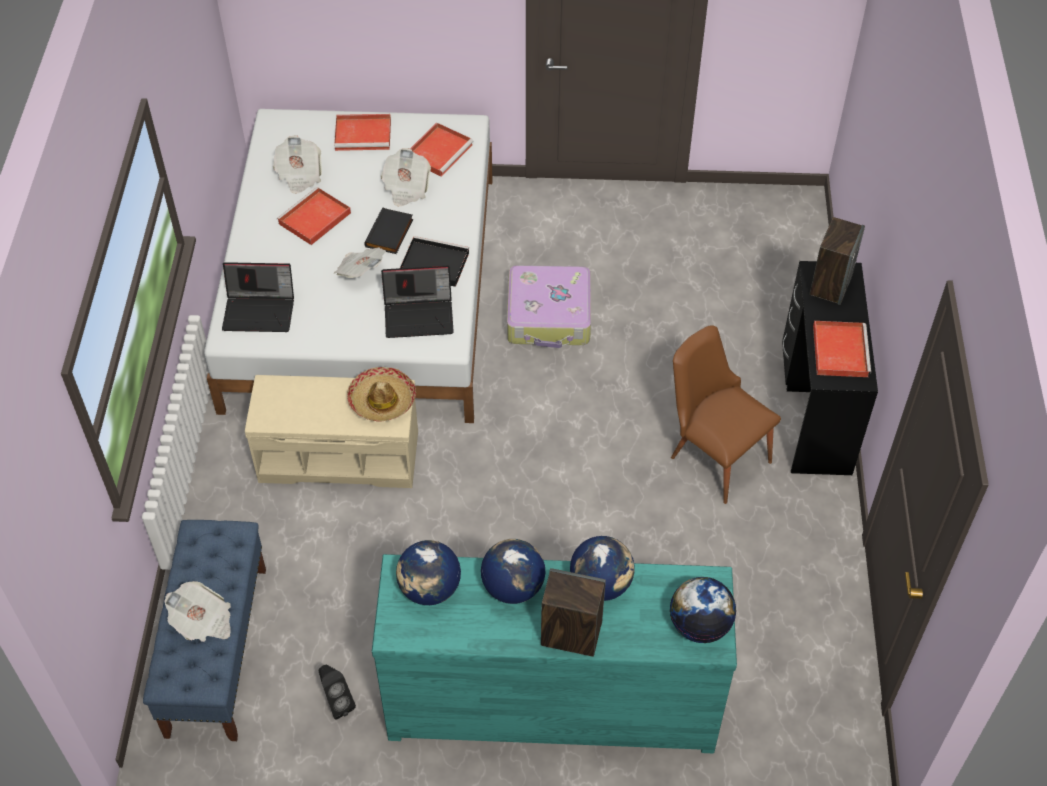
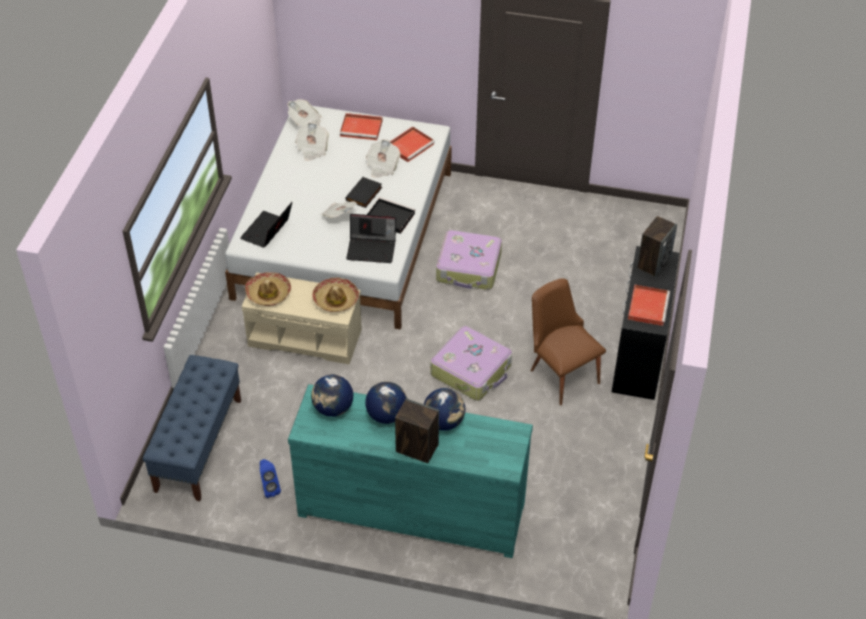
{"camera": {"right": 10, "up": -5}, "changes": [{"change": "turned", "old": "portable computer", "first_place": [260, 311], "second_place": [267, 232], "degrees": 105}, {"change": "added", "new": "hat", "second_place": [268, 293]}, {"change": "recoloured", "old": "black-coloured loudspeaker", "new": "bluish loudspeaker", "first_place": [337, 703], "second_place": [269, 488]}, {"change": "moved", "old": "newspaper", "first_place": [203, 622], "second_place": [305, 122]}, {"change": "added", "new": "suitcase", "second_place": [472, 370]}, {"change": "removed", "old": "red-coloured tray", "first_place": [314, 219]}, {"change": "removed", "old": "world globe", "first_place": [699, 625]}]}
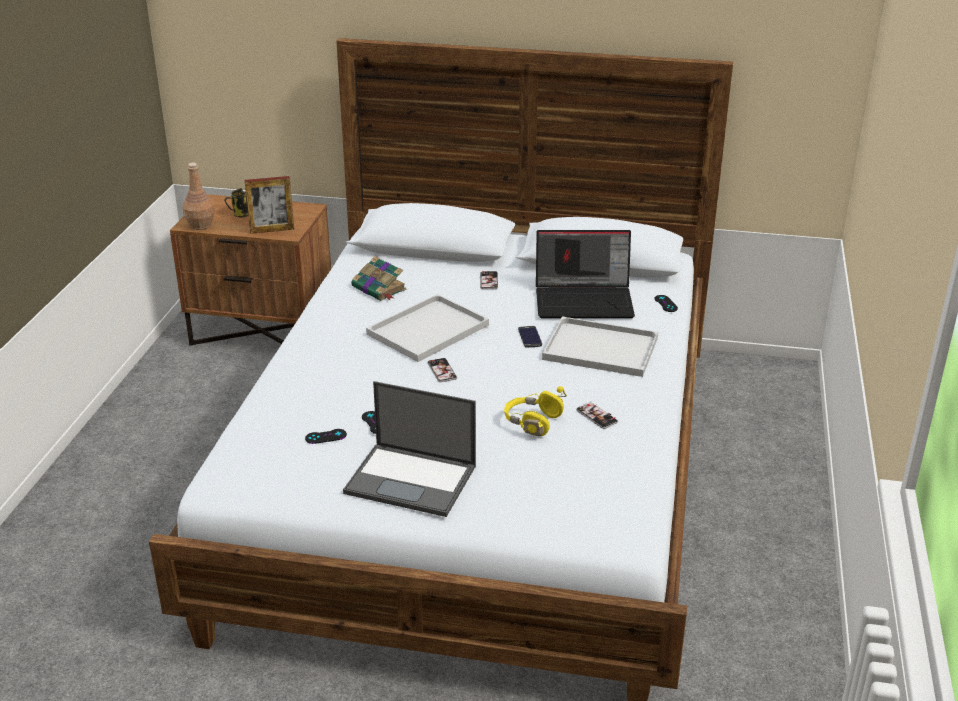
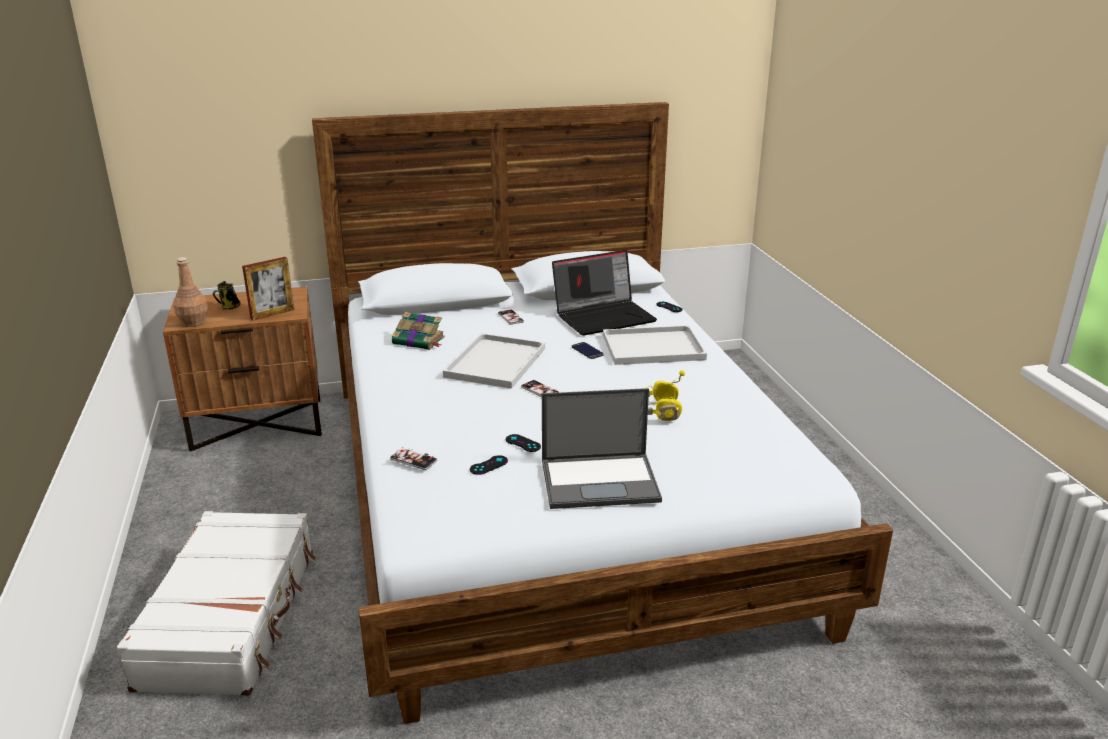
{"camera": {"right": -25, "up": -5}, "changes": [{"change": "added", "new": "white suitcase", "second_place": [232, 617]}, {"change": "moved", "old": "handset", "first_place": [596, 416], "second_place": [413, 460]}]}
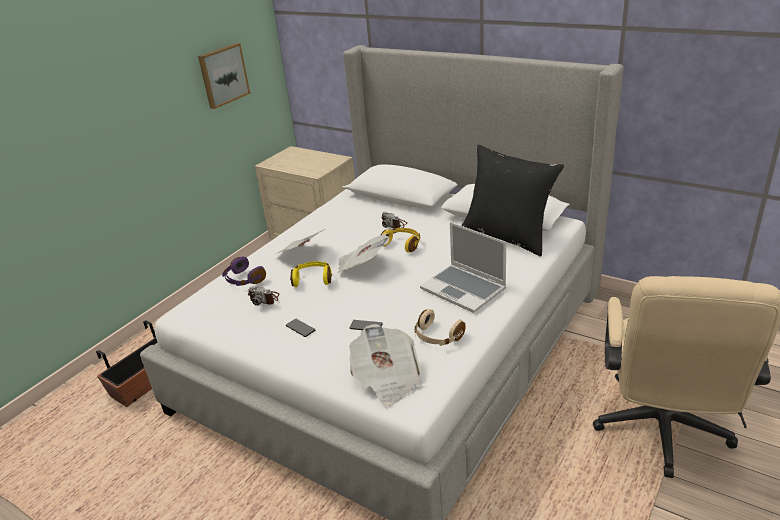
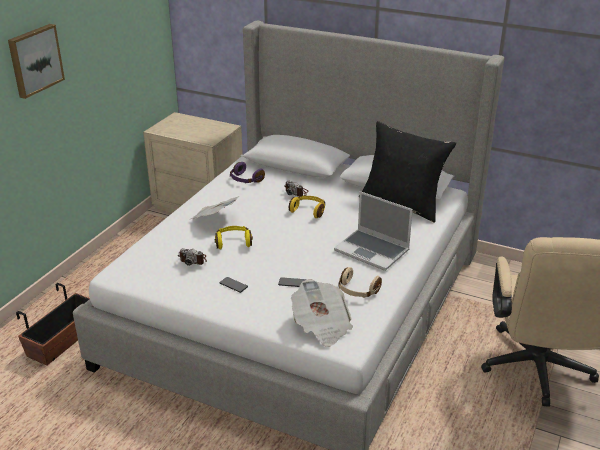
{"camera": {"right": -10, "up": 0}, "changes": [{"change": "moved", "old": "wall picture", "first_place": [223, 75], "second_place": [34, 60]}, {"change": "moved", "old": "purplish headphones", "first_place": [243, 280], "second_place": [245, 180]}, {"change": "removed", "old": "newspaper", "first_place": [362, 266]}]}
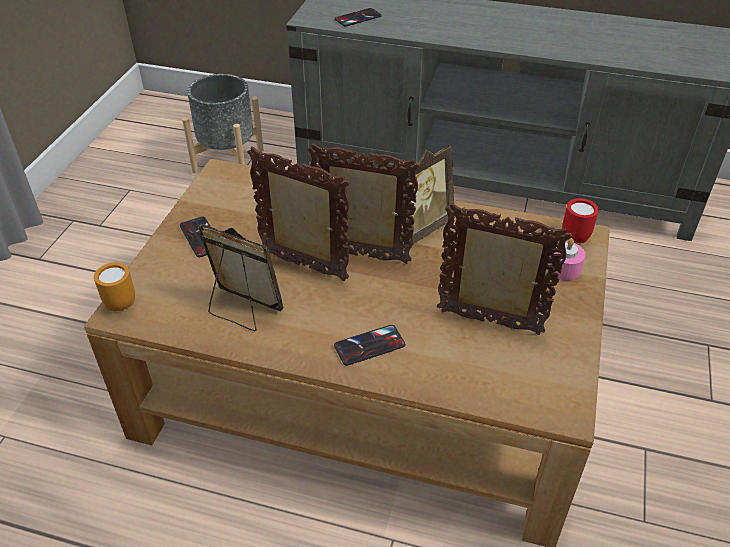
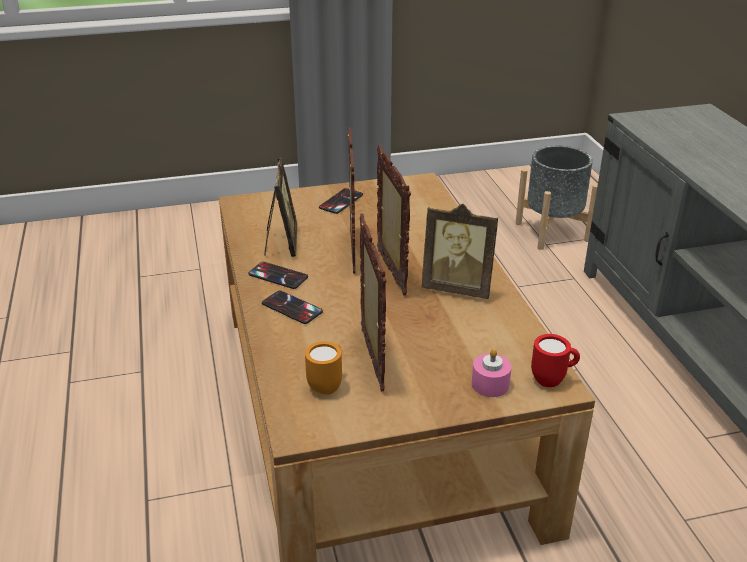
{"camera": {"right": 60, "up": -10}, "changes": [{"change": "moved", "old": "handset", "first_place": [358, 18], "second_place": [278, 276]}, {"change": "moved", "old": "orangey coffee mug", "first_place": [119, 301], "second_place": [327, 385]}]}
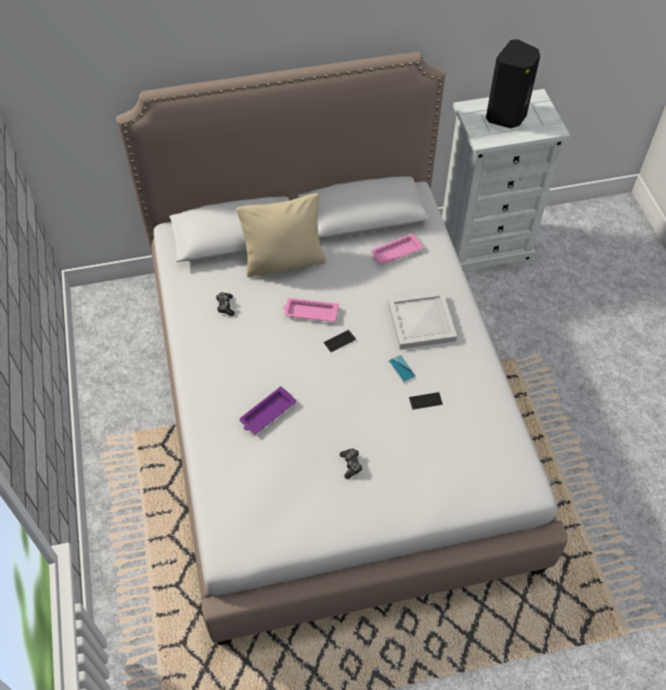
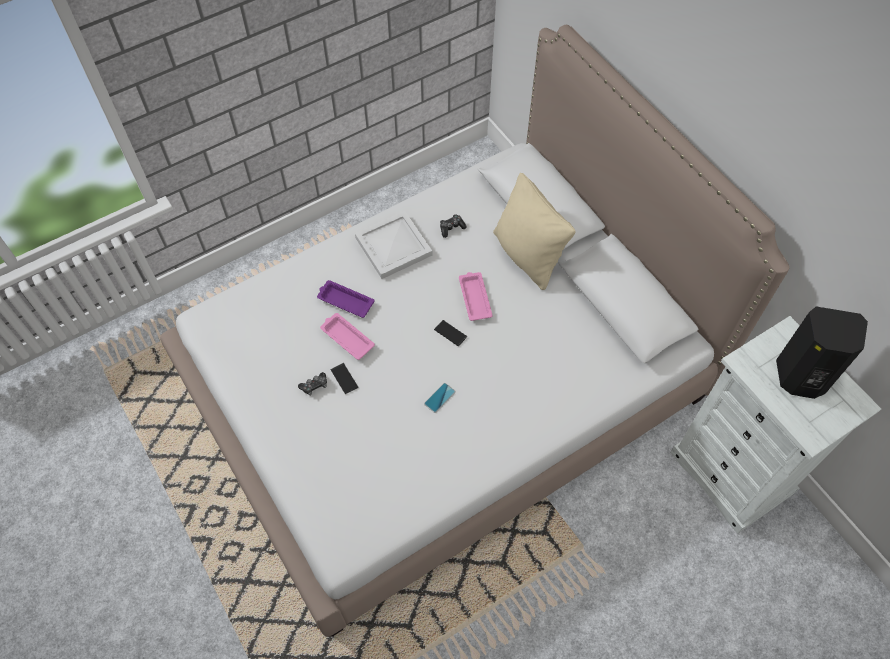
{"camera": {"right": 70, "up": 5}, "changes": [{"change": "moved", "old": "pinkish tray", "first_place": [395, 252], "second_place": [346, 337]}, {"change": "moved", "old": "handset", "first_place": [425, 401], "second_place": [344, 378]}, {"change": "moved", "old": "white tray", "first_place": [422, 321], "second_place": [395, 247]}]}
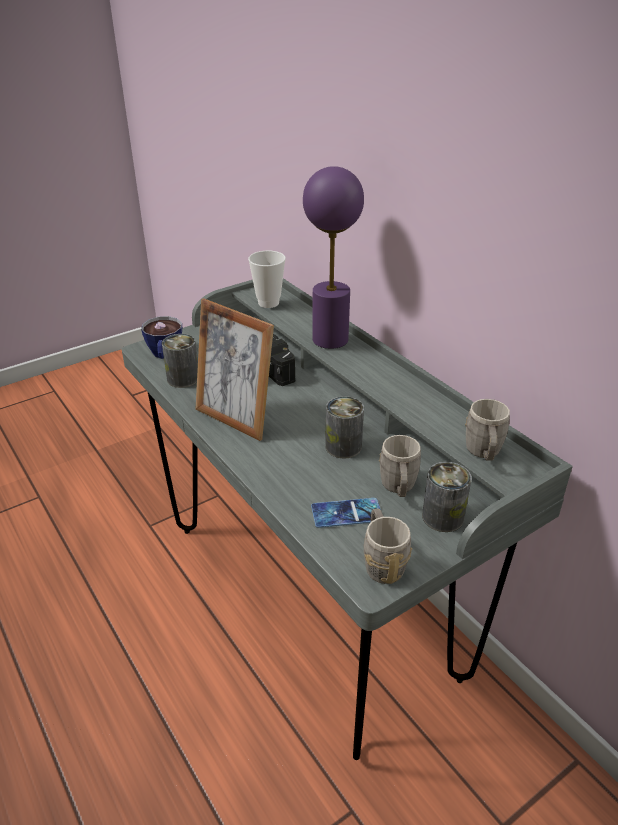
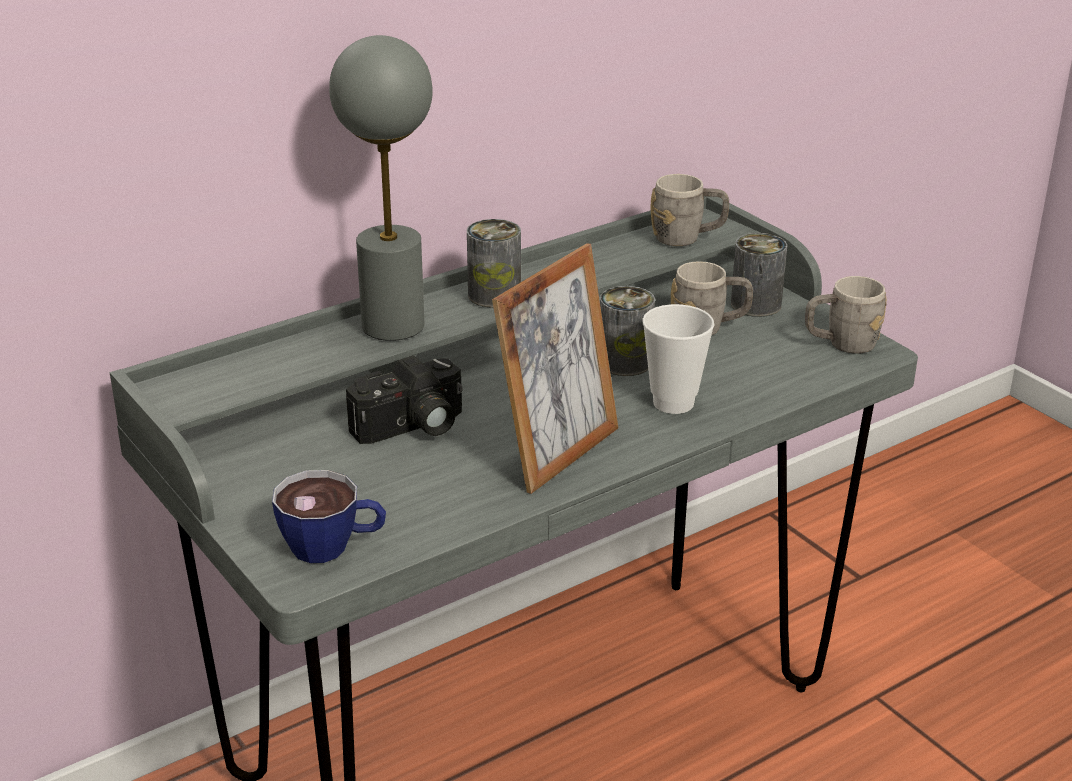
{"camera": {"right": -90, "up": -5}, "changes": [{"change": "recoloured", "old": "purplish tabletop lamp", "new": "gray tabletop lamp", "first_place": [329, 339], "second_place": [393, 326]}, {"change": "moved", "old": "sealed can", "first_place": [183, 378], "second_place": [494, 295]}, {"change": "moved", "old": "small cup", "first_place": [268, 303], "second_place": [673, 403]}, {"change": "removed", "old": "handset", "first_place": [347, 513]}]}
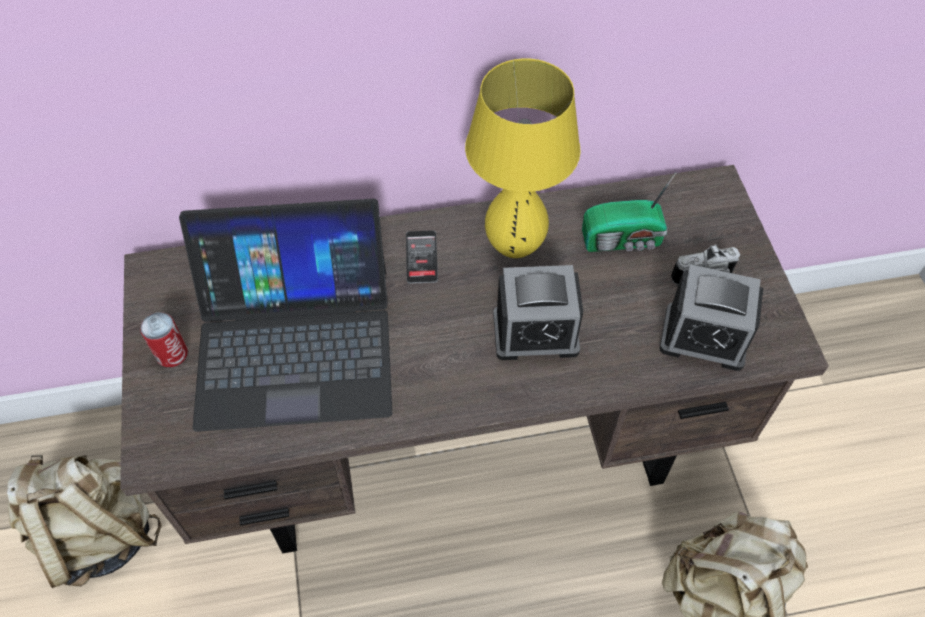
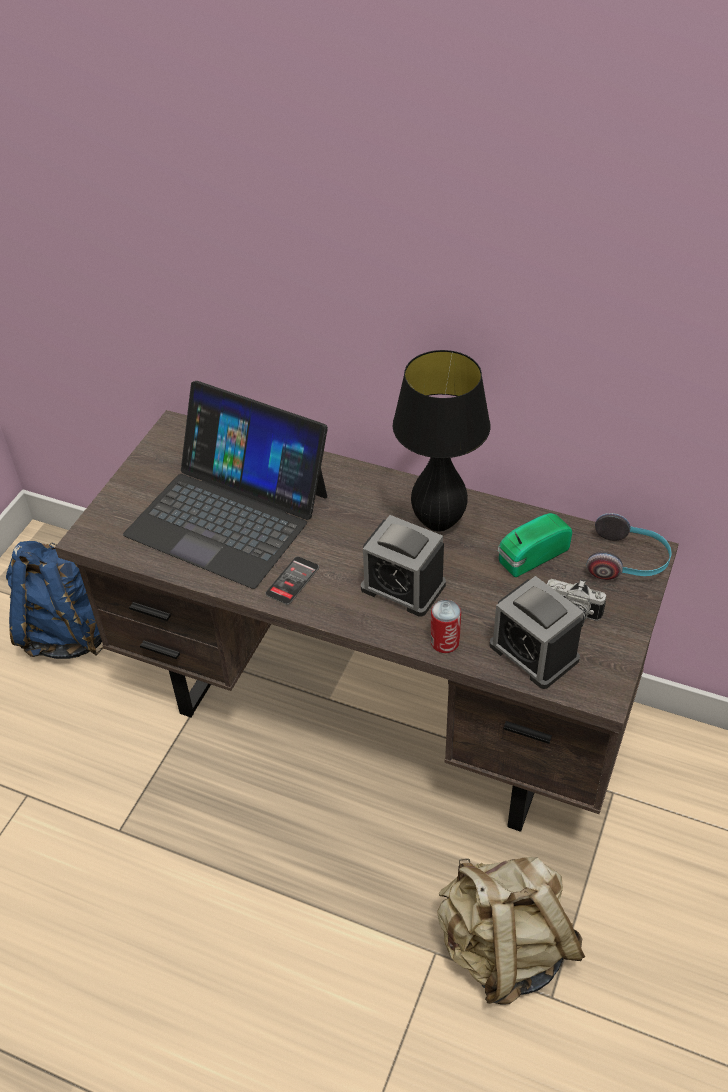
{"camera": {"right": 35, "up": -10}, "changes": [{"change": "recoloured", "old": "beige-coloured rucksack", "new": "bluish rucksack", "first_place": [99, 533], "second_place": [70, 632]}, {"change": "moved", "old": "handset", "first_place": [421, 257], "second_place": [292, 581]}, {"change": "recoloured", "old": "yellowish tabletop lamp", "new": "black-coloured tabletop lamp", "first_place": [514, 246], "second_place": [438, 522]}, {"change": "moved", "old": "sealed can", "first_place": [172, 354], "second_place": [444, 642]}, {"change": "turned", "old": "radio set", "first_place": [624, 240], "second_place": [530, 556], "degrees": 120}, {"change": "added", "new": "headphones", "second_place": [628, 562]}]}
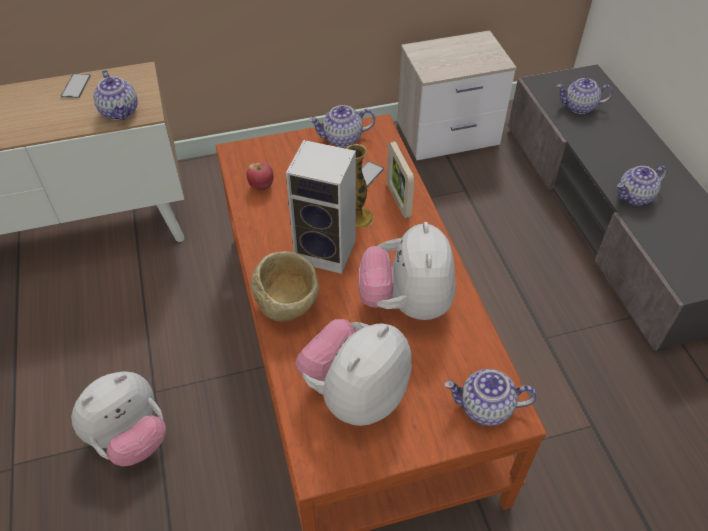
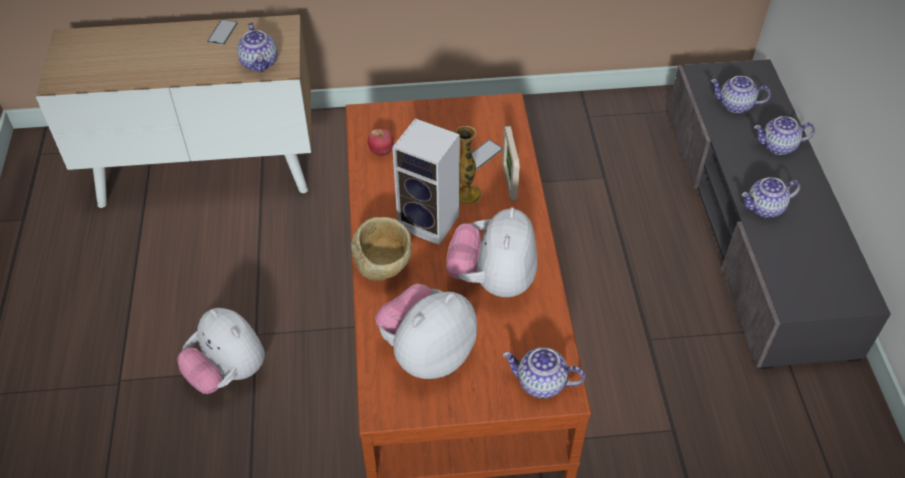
{"camera": {"right": 10, "up": 0}, "changes": [{"change": "turned", "old": "soft toy", "first_place": [130, 437], "second_place": [228, 372], "degrees": 75}, {"change": "moved", "old": "teapot", "first_place": [342, 139], "second_place": [778, 146]}, {"change": "removed", "old": "bedside table", "first_place": [449, 134]}]}
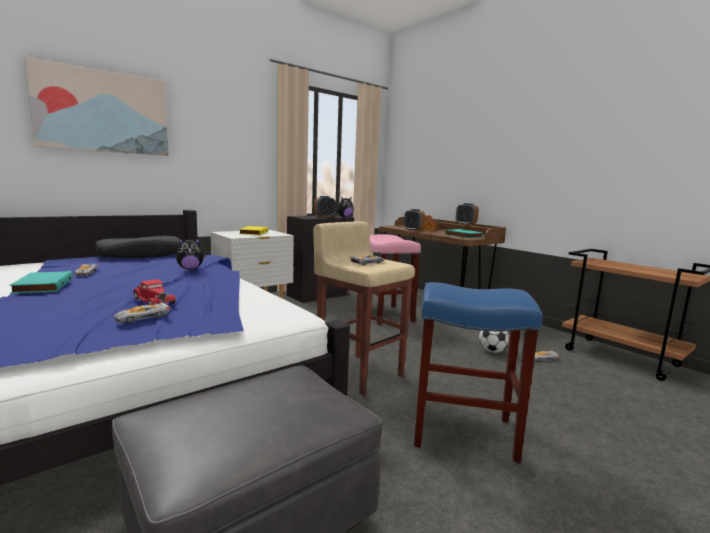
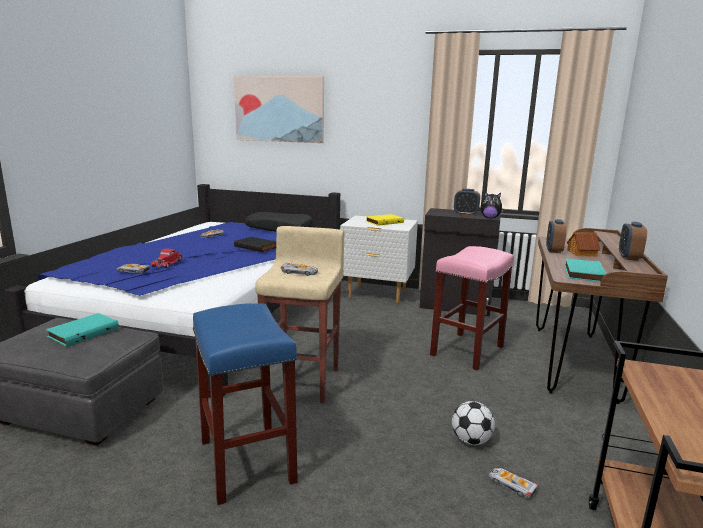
{"camera": {"right": 55, "up": 5}, "changes": [{"change": "moved", "old": "blue-green volume", "first_place": [42, 285], "second_place": [83, 332]}, {"change": "replaced", "old": "soft toy", "new": "black-coloured volume", "first_place": [190, 269], "second_place": [257, 246]}]}
